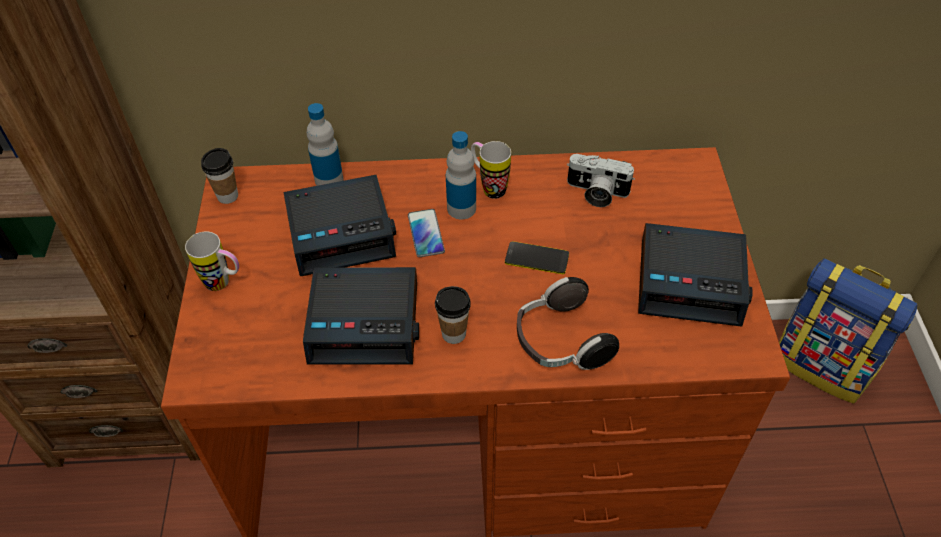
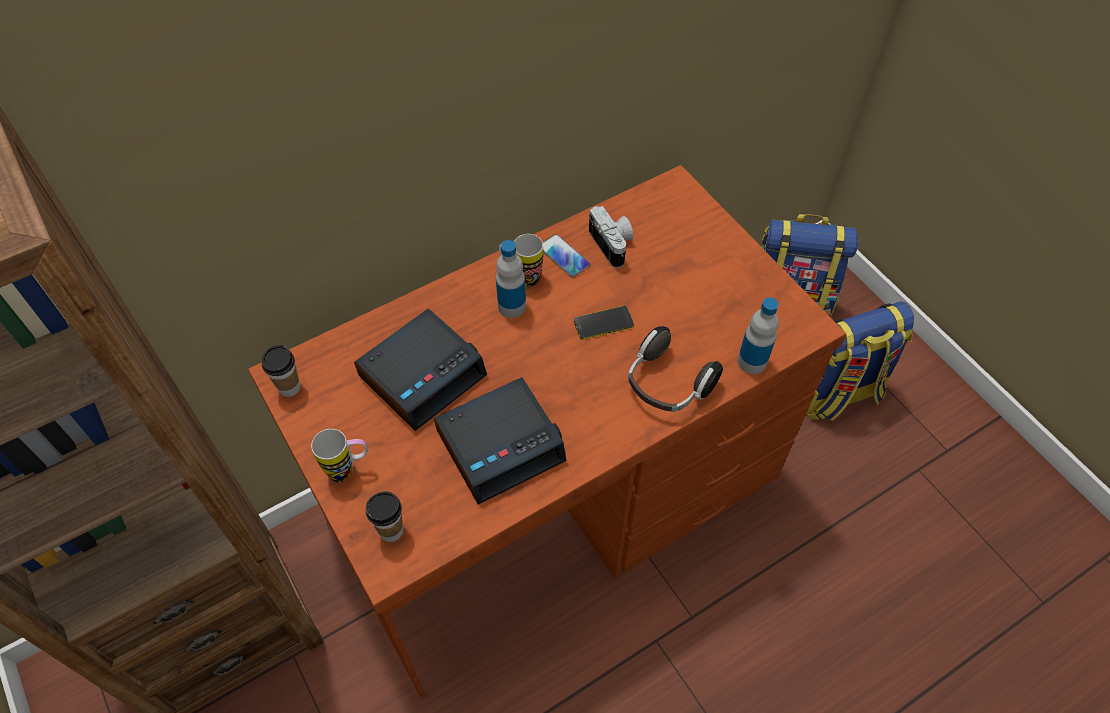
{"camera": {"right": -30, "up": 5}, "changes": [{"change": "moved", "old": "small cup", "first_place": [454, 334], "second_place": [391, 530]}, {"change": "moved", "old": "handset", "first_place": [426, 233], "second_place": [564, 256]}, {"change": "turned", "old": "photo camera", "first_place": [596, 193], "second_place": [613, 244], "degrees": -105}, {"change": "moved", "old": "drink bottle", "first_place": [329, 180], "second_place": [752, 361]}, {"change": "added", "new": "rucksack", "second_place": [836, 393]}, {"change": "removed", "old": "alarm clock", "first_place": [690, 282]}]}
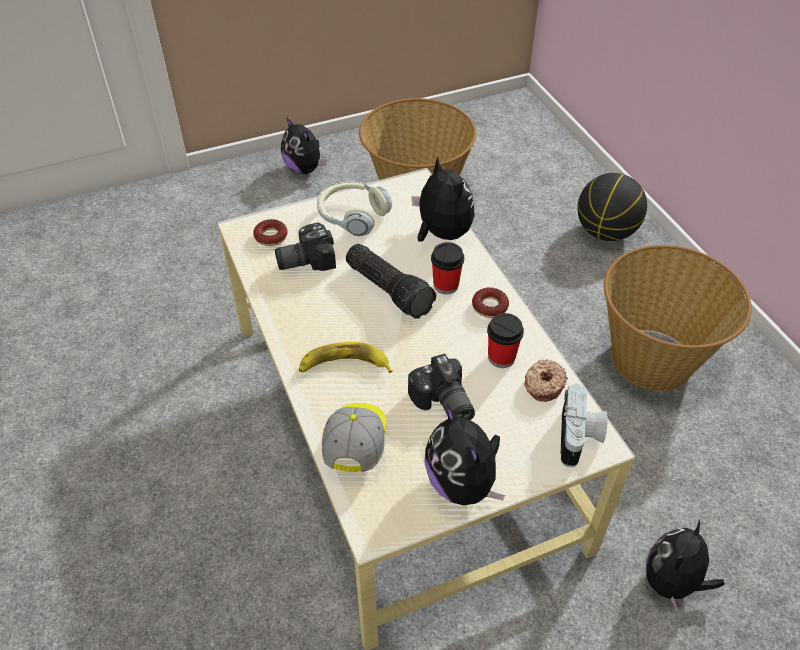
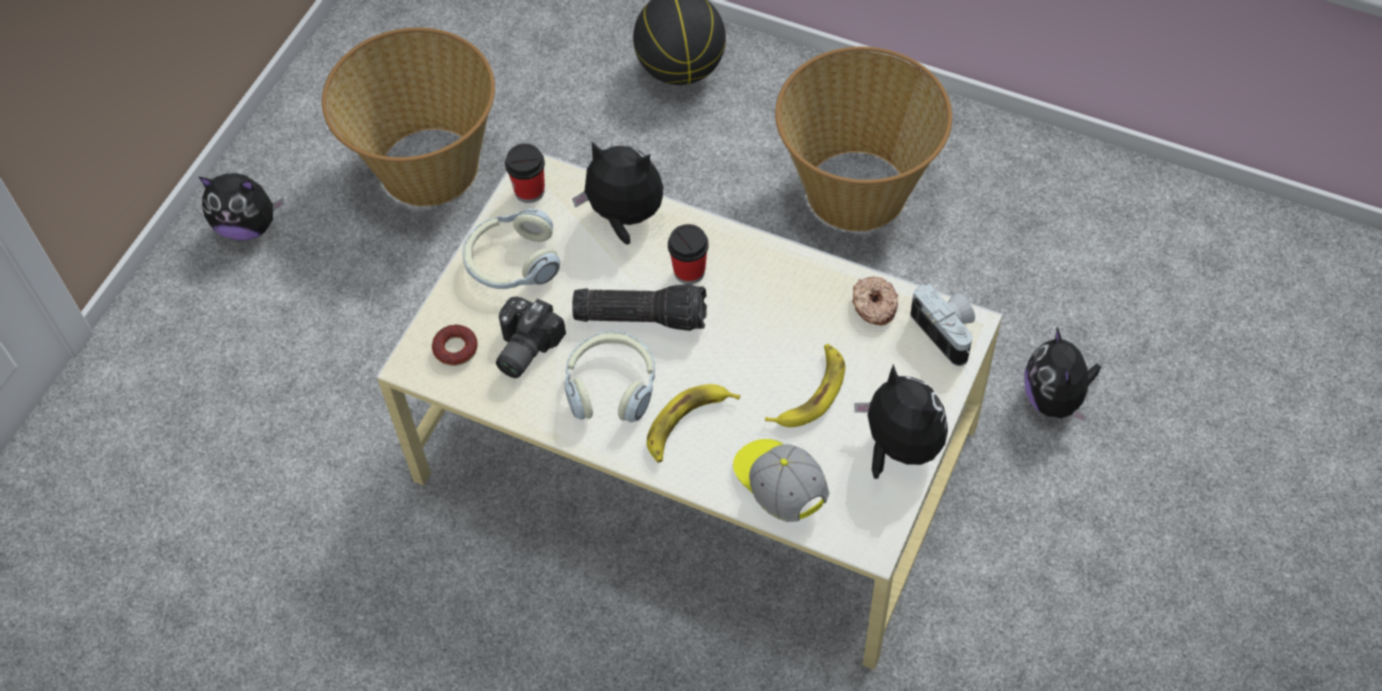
{"camera": {"right": -40, "up": 10}, "changes": [{"change": "moved", "old": "small cup", "first_place": [501, 357], "second_place": [529, 191]}, {"change": "added", "new": "headphones", "second_place": [611, 386]}, {"change": "replaced", "old": "photo camera", "new": "banana", "first_place": [442, 404], "second_place": [810, 392]}, {"change": "turned", "old": "soft toy", "first_place": [463, 483], "second_place": [899, 447], "degrees": -150}, {"change": "removed", "old": "ring doughnut", "first_place": [490, 306]}]}
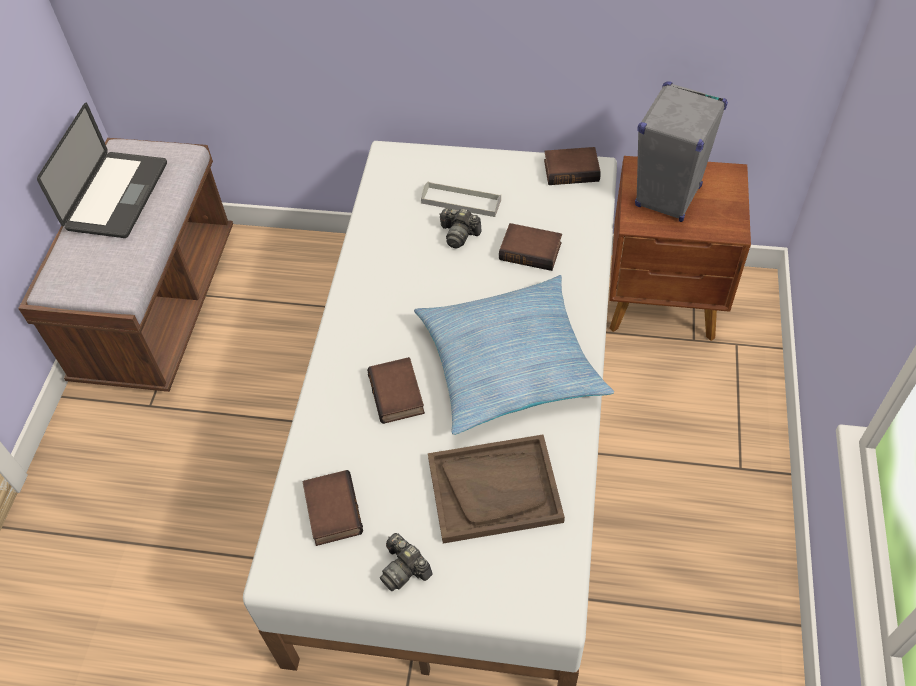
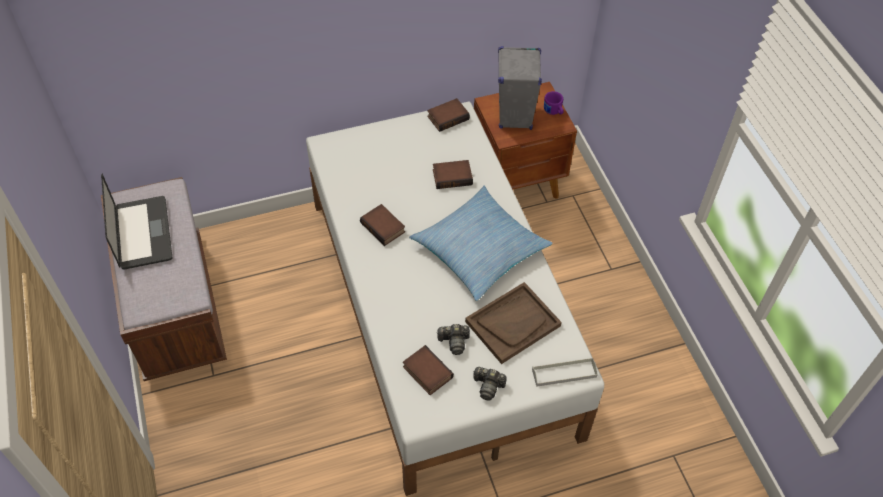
{"camera": {"right": -30, "up": 0}, "changes": [{"change": "moved", "old": "volume", "first_place": [398, 394], "second_place": [384, 227]}, {"change": "moved", "old": "photo camera", "first_place": [459, 234], "second_place": [454, 342]}, {"change": "moved", "old": "gray tray", "first_place": [461, 201], "second_place": [564, 373]}, {"change": "added", "new": "purplish coffee mug", "second_place": [553, 112]}]}
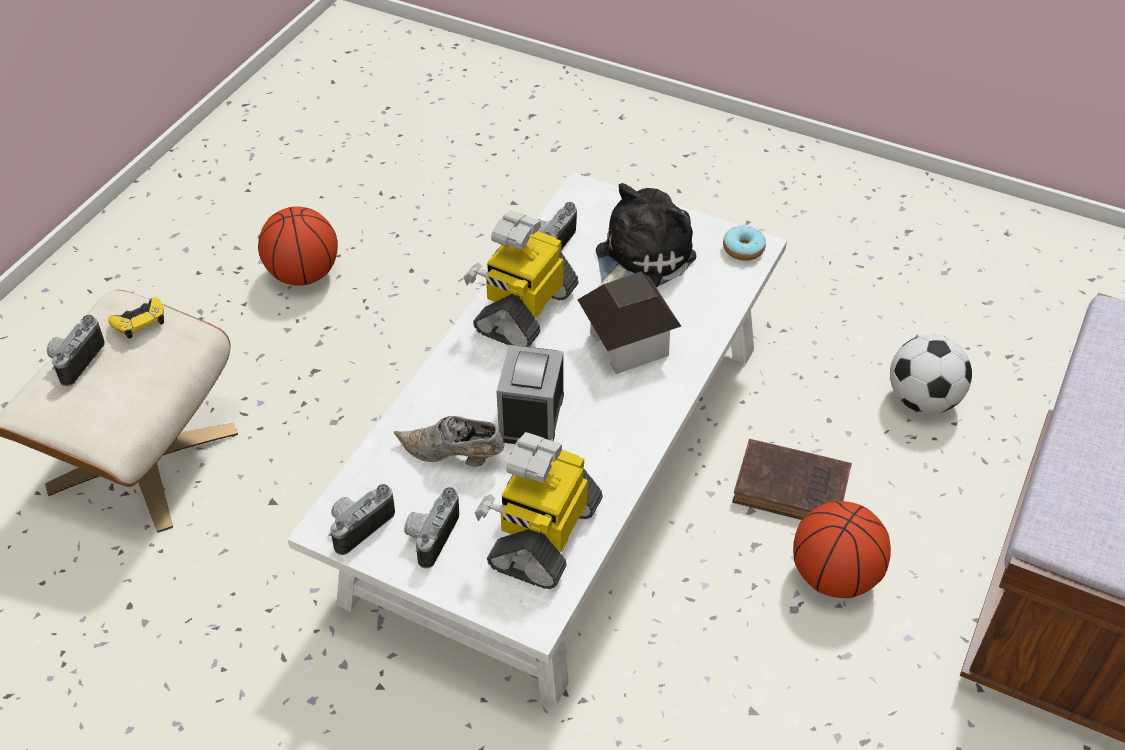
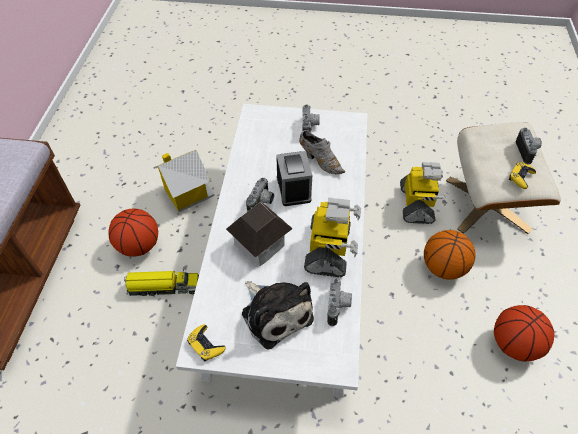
{"camera": {"right": 160, "up": 5}, "changes": [{"change": "replaced", "old": "brown-coloured volume", "new": "toy lorry", "first_place": [794, 488], "second_place": [163, 287]}, {"change": "added", "new": "model house", "second_place": [187, 194]}, {"change": "replaced", "old": "ring doughnut", "new": "yellowish joypad", "first_place": [743, 249], "second_place": [206, 345]}, {"change": "turned", "old": "soft toy", "first_place": [639, 258], "second_place": [275, 312], "degrees": -60}, {"change": "moved", "old": "photo camera", "first_place": [358, 525], "second_place": [262, 204]}, {"change": "turned", "old": "gray low shoe", "first_place": [454, 456], "second_place": [320, 161], "degrees": 45}, {"change": "moved", "old": "robot figure", "first_place": [543, 534], "second_place": [417, 204]}, {"change": "added", "new": "ball for basketball", "second_place": [443, 268]}, {"change": "removed", "old": "football ball", "first_place": [922, 400]}]}
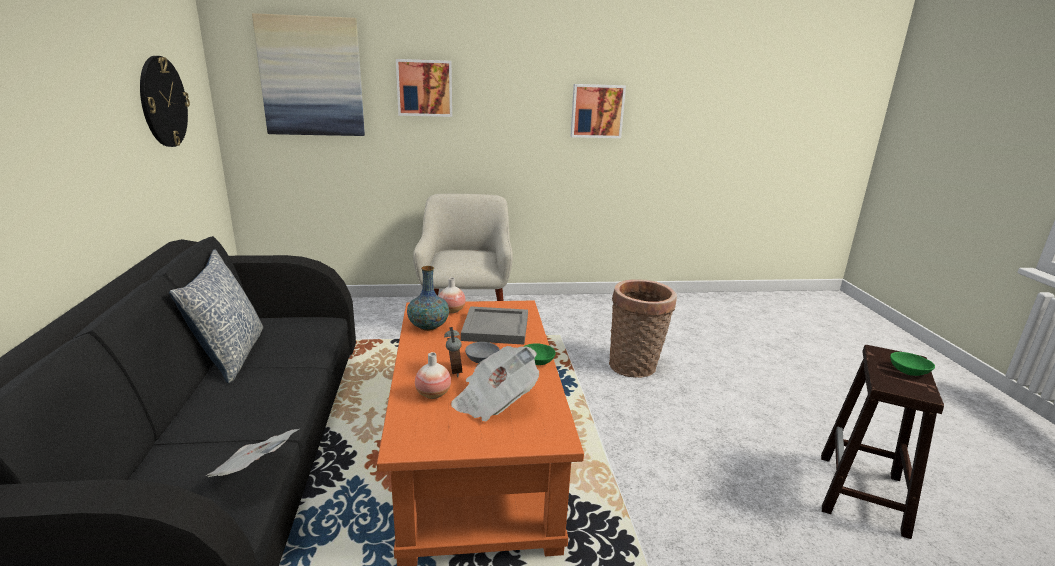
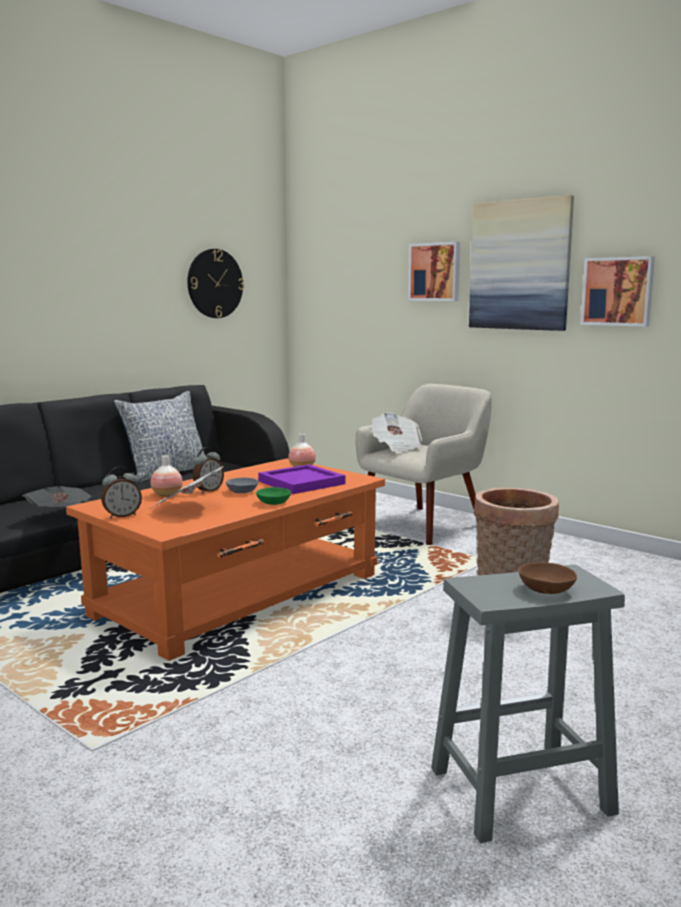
{"camera": {"right": 50, "up": -10}, "changes": [{"change": "added", "new": "alarm clock", "second_place": [122, 516]}, {"change": "recoloured", "old": "gray tray", "new": "purplish tray", "first_place": [496, 329], "second_place": [301, 483]}, {"change": "added", "new": "newspaper", "second_place": [396, 447]}, {"change": "recoloured", "old": "brown-coloured stool", "new": "gray stool", "first_place": [862, 495], "second_place": [518, 792]}, {"change": "moved", "old": "wall picture", "first_place": [311, 77], "second_place": [520, 265]}, {"change": "recoloured", "old": "green serving bowl", "new": "brown-coloured serving bowl", "first_place": [909, 370], "second_place": [548, 589]}, {"change": "removed", "old": "flower vase", "first_place": [428, 326]}]}
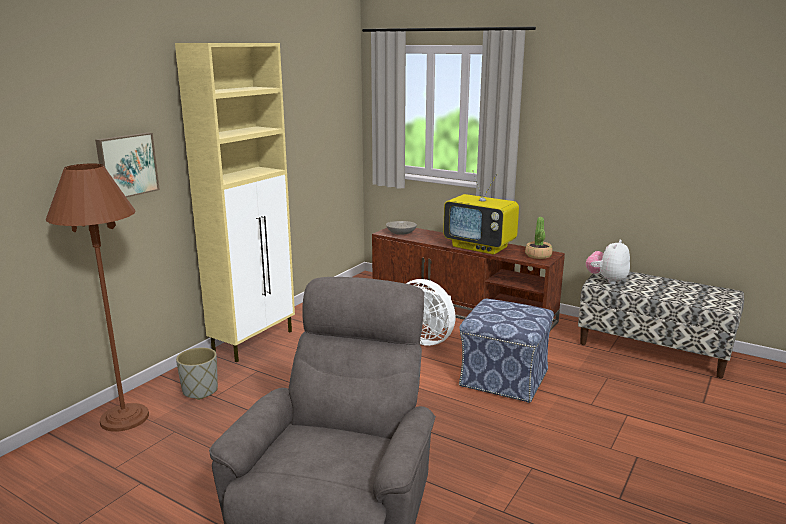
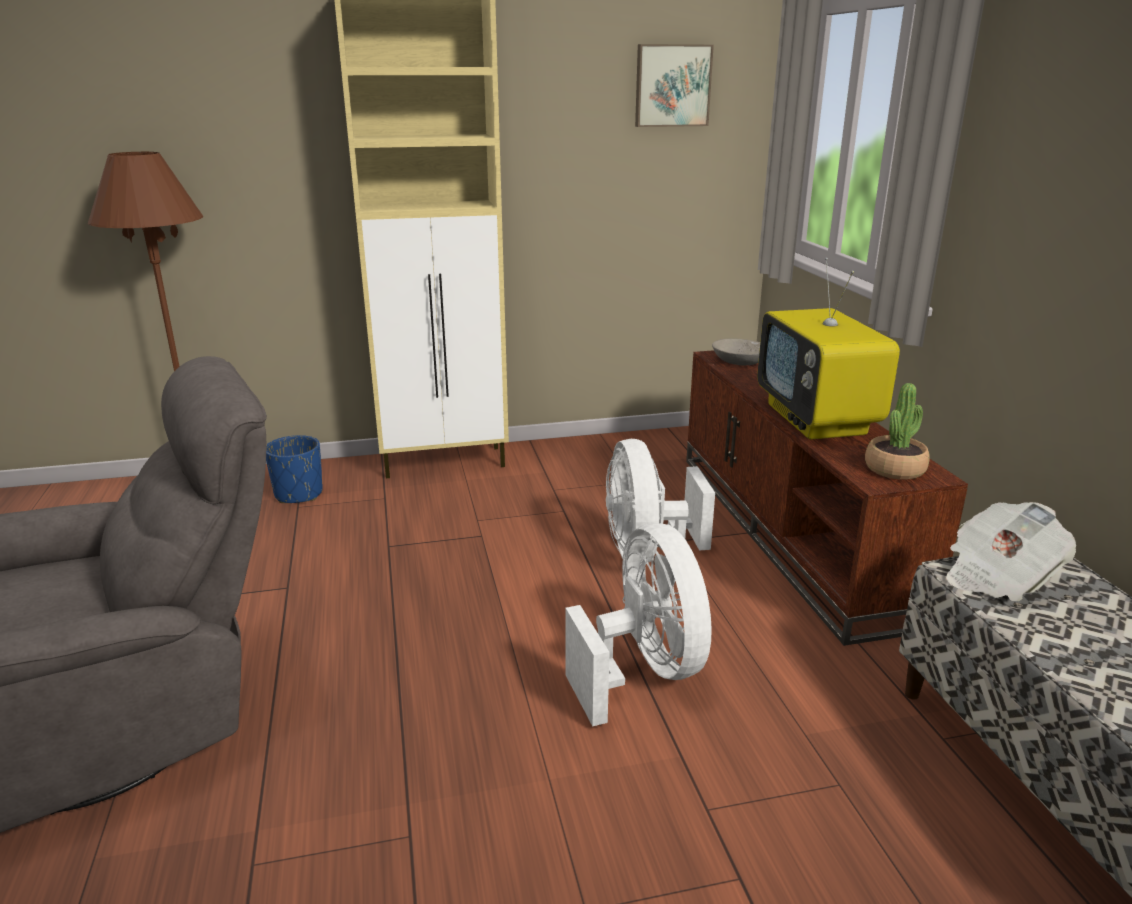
{"camera": {"right": 45, "up": 5}, "changes": [{"change": "recoloured", "old": "gray flower pot", "new": "bluish flower pot", "first_place": [199, 391], "second_place": [298, 494]}, {"change": "replaced", "old": "footrest", "new": "white cooling fan", "first_place": [503, 378], "second_place": [643, 671]}, {"change": "moved", "old": "wall picture", "first_place": [126, 165], "second_place": [672, 86]}, {"change": "replaced", "old": "soft toy", "new": "newspaper", "first_place": [607, 280], "second_place": [998, 576]}]}
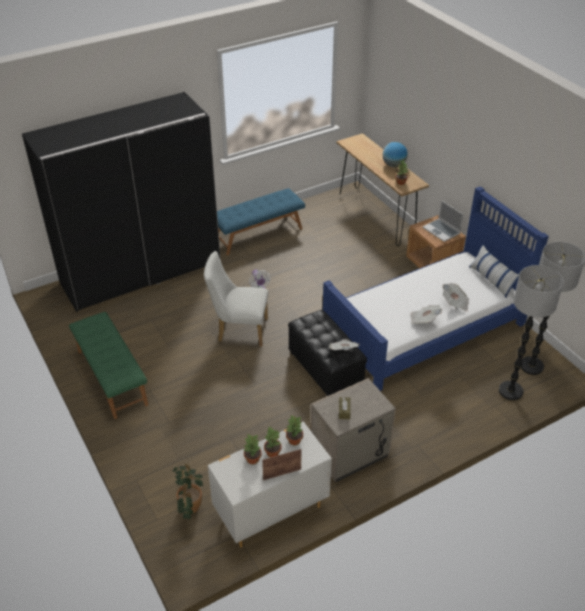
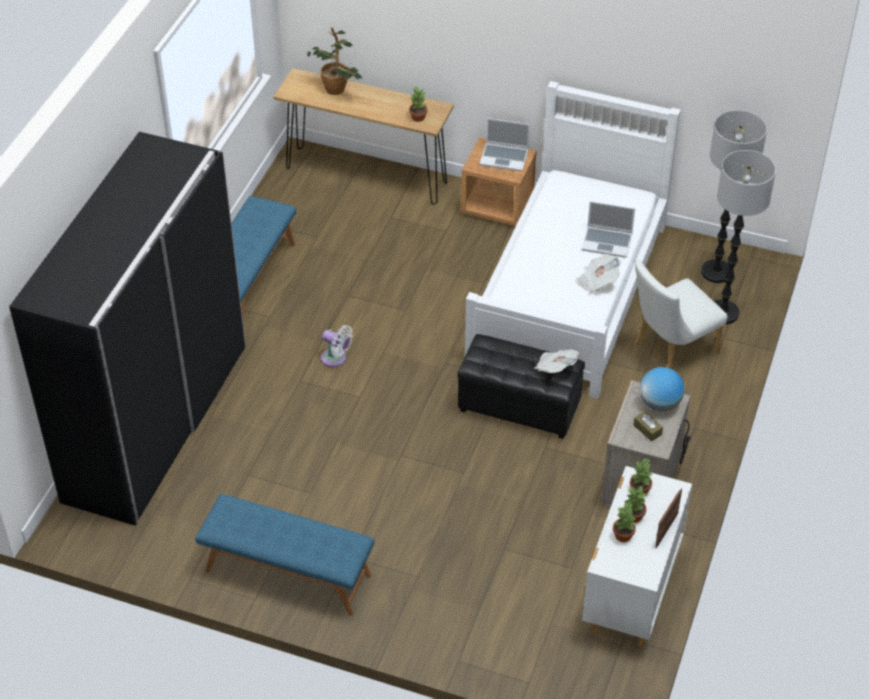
{"camera": {"right": -40, "up": 5}, "changes": [{"change": "recoloured", "old": "green indoor bench", "new": "bluish indoor bench", "first_place": [111, 377], "second_place": [287, 573]}, {"change": "moved", "old": "potted plant", "first_place": [189, 510], "second_place": [337, 92]}, {"change": "recoloured", "old": "bluish sleeping bed", "new": "white sleeping bed", "first_place": [424, 327], "second_place": [569, 291]}, {"change": "replaced", "old": "newspaper", "new": "portable computer", "first_place": [455, 303], "second_place": [607, 242]}, {"change": "moved", "old": "white plain chair", "first_place": [238, 330], "second_place": [670, 350]}, {"change": "moved", "old": "world globe", "first_place": [393, 165], "second_place": [660, 403]}, {"change": "removed", "old": "cushion", "first_place": [491, 280]}]}
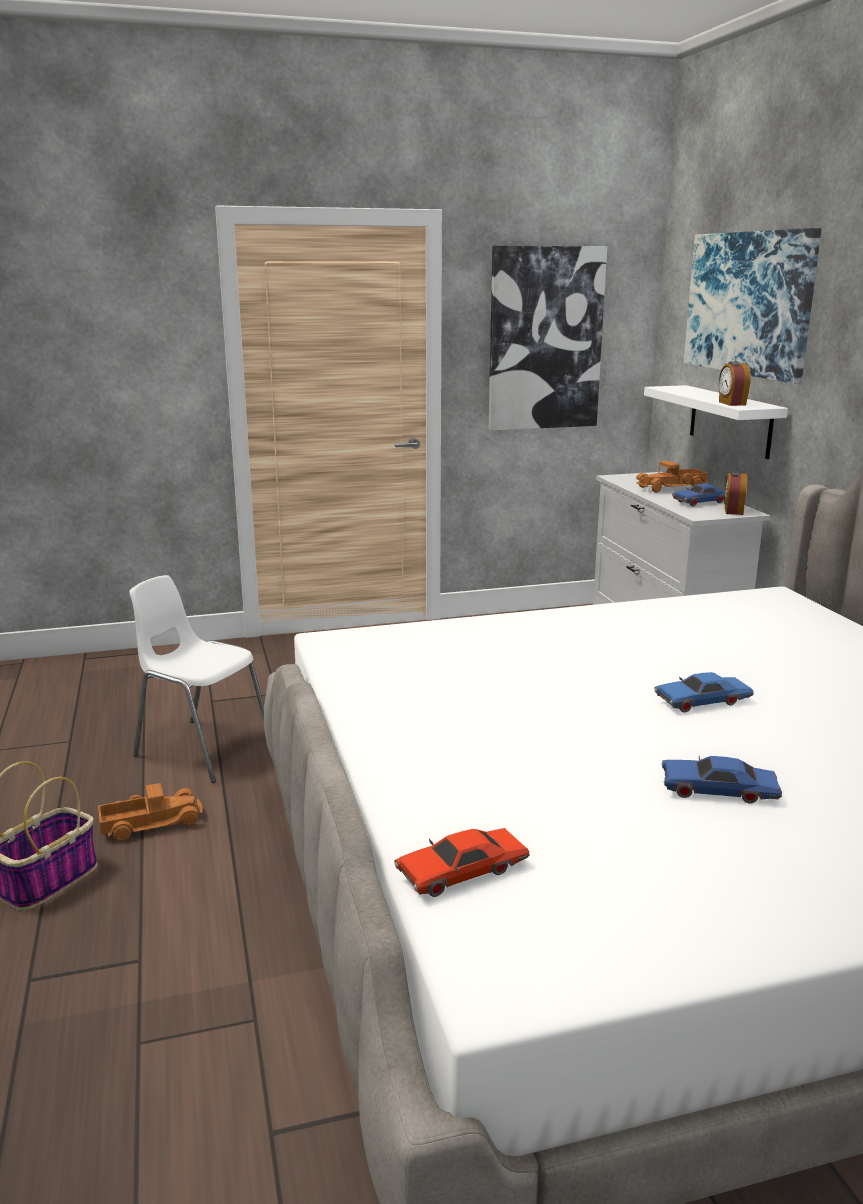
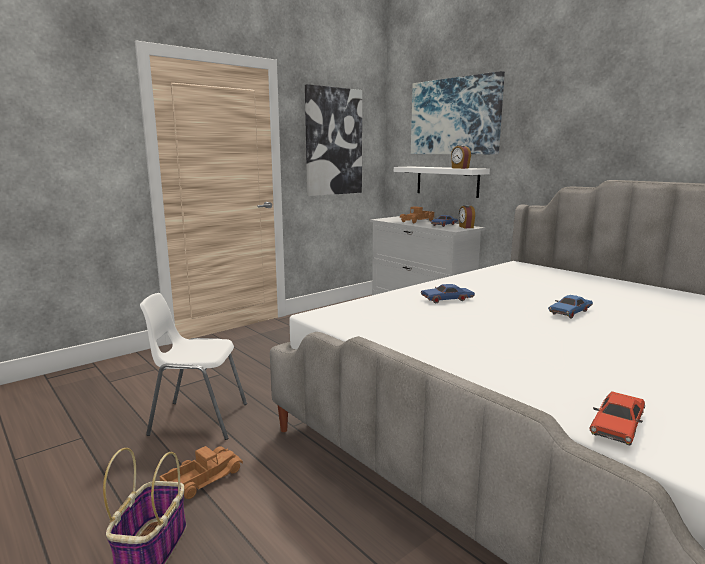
{"camera": {"right": -25, "up": -5}, "changes": [{"change": "moved", "old": "bluish toy car", "first_place": [718, 791], "second_place": [447, 299]}]}
